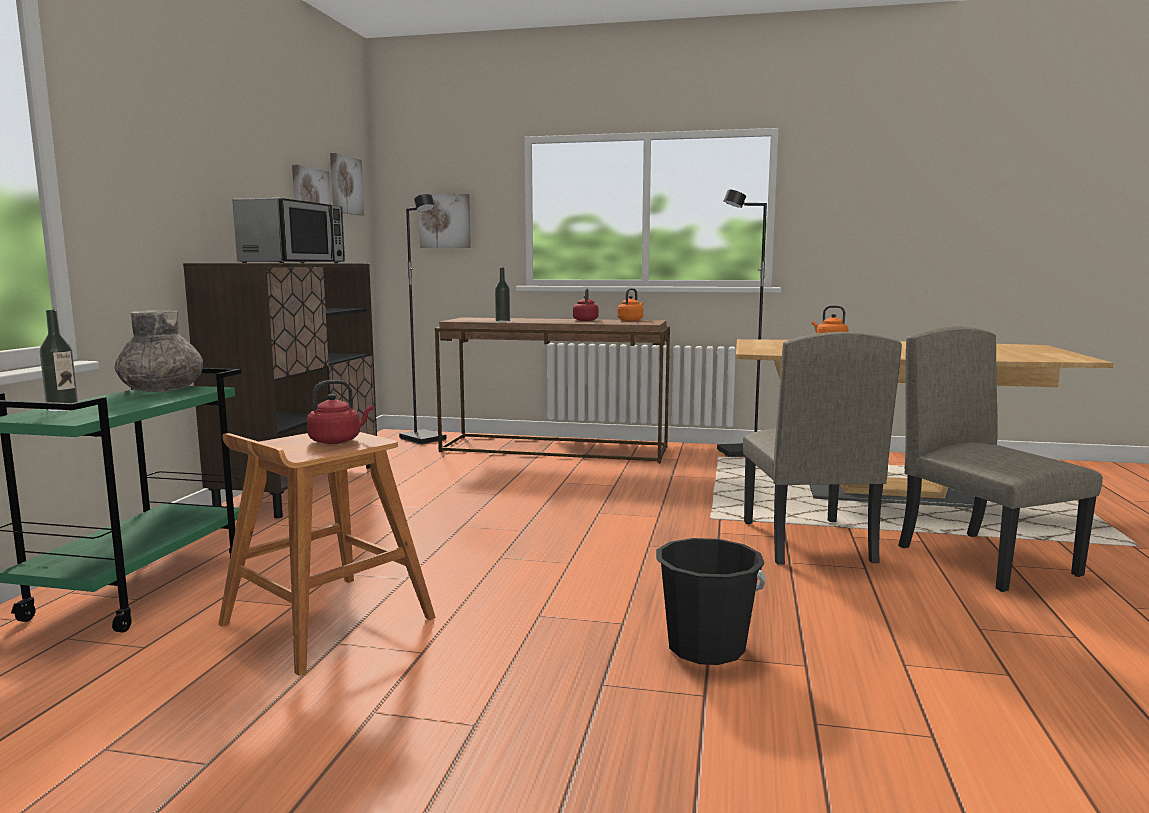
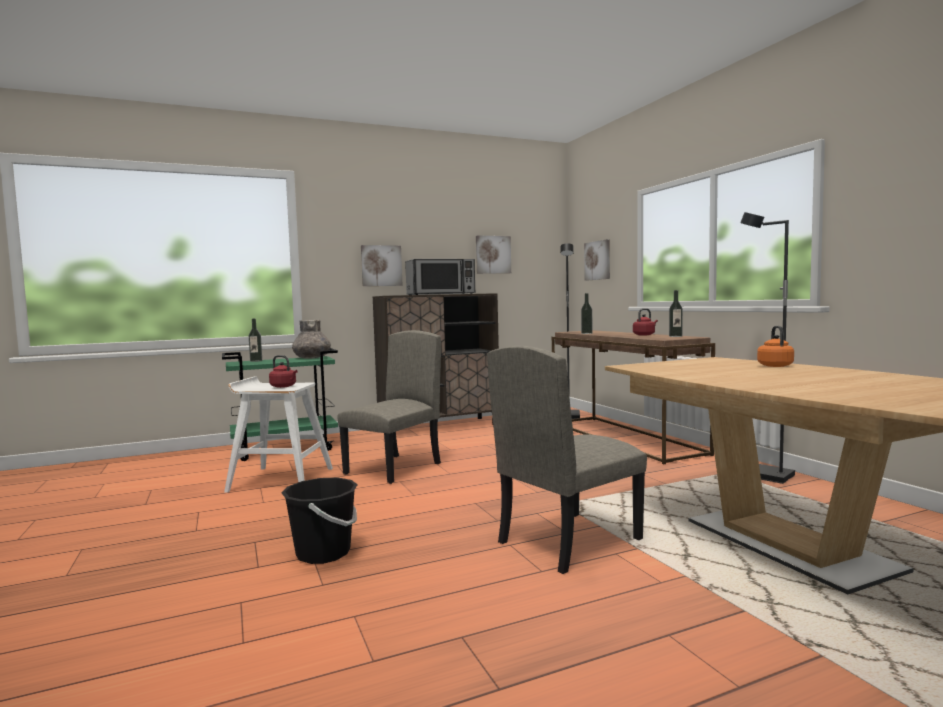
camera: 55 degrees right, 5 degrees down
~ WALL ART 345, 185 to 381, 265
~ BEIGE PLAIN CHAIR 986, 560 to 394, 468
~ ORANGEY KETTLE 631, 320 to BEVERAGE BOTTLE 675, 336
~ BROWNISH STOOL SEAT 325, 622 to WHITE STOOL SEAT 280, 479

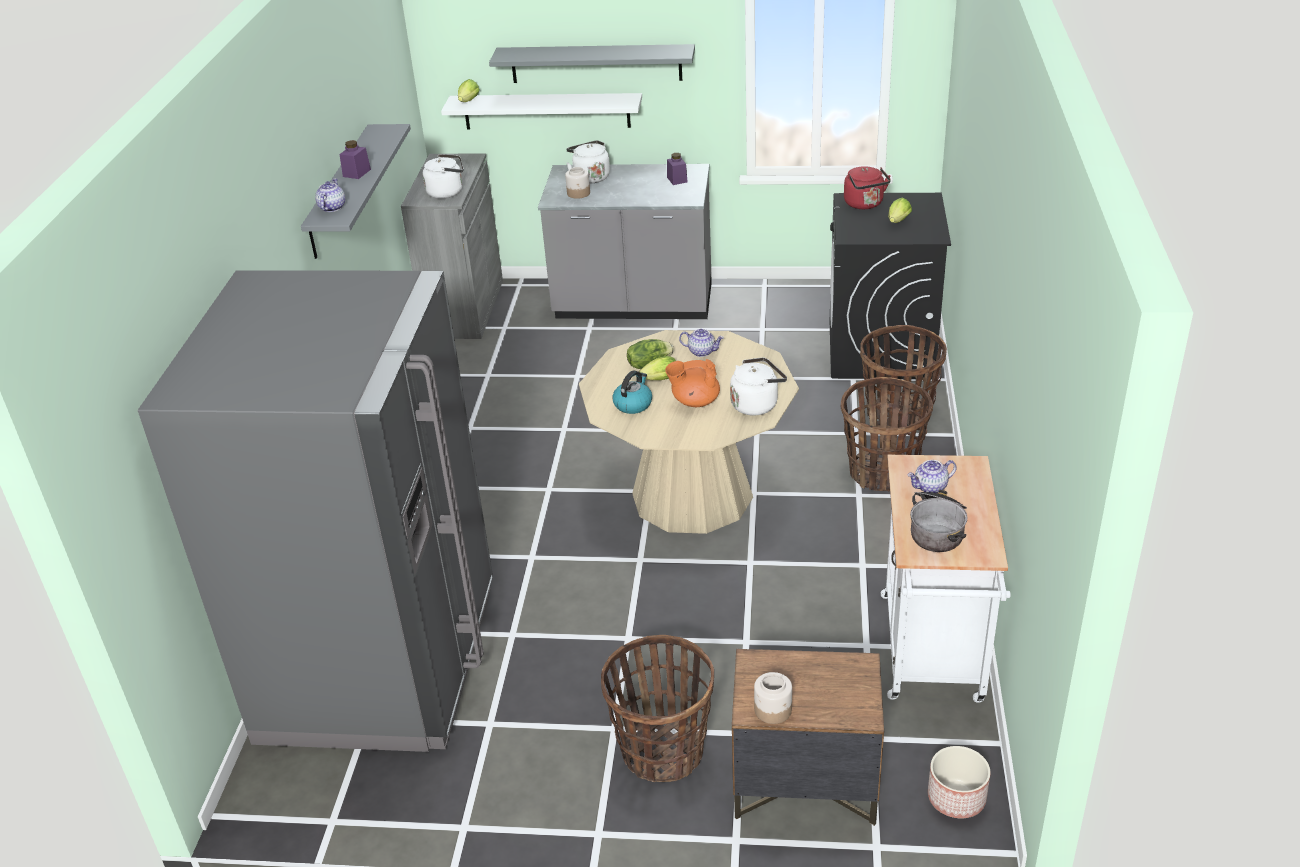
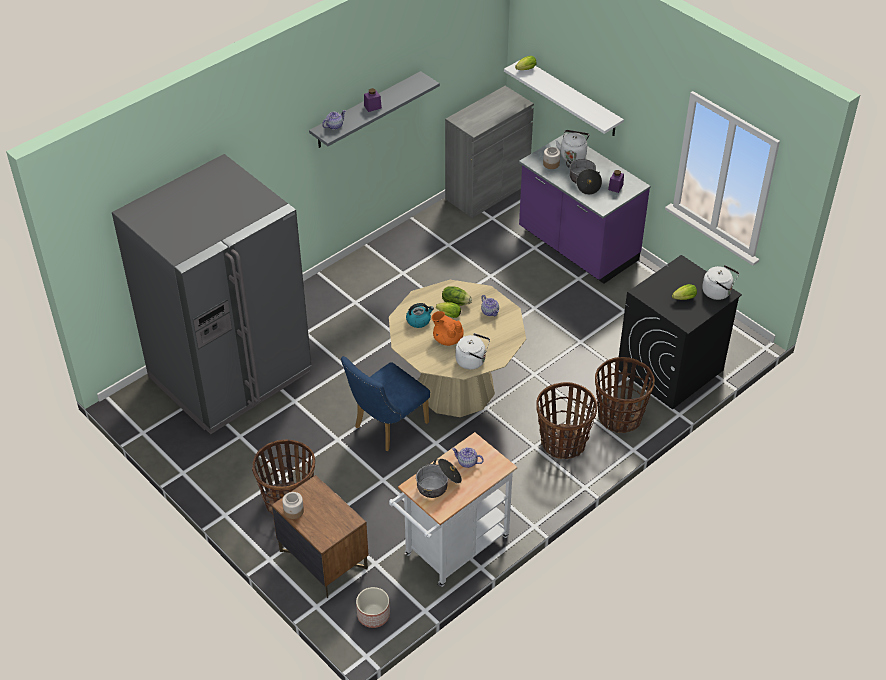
camera: 40 degrees right, 10 degrees up
- GREY BRACKET SHELF 596, 63
- REDDISH KETTLE 865, 204
+ BLUE-COLOURED PLAIN CHAIR 386, 427
+ STOCKPOT 584, 182
~ WHITE KETTLE 447, 192 to 718, 292
~ GREY KITCHEN BASE UNIT 633, 304 to PURPLE-COLOURED KITCHEN BASE UNIT 577, 247

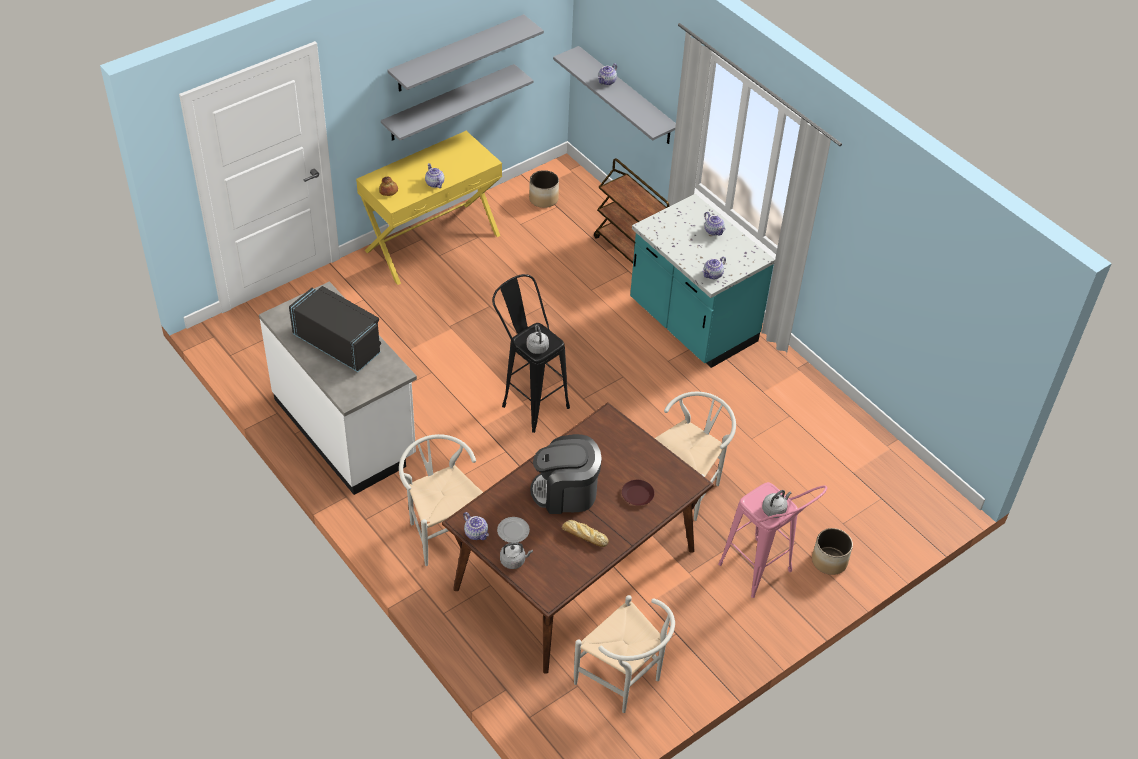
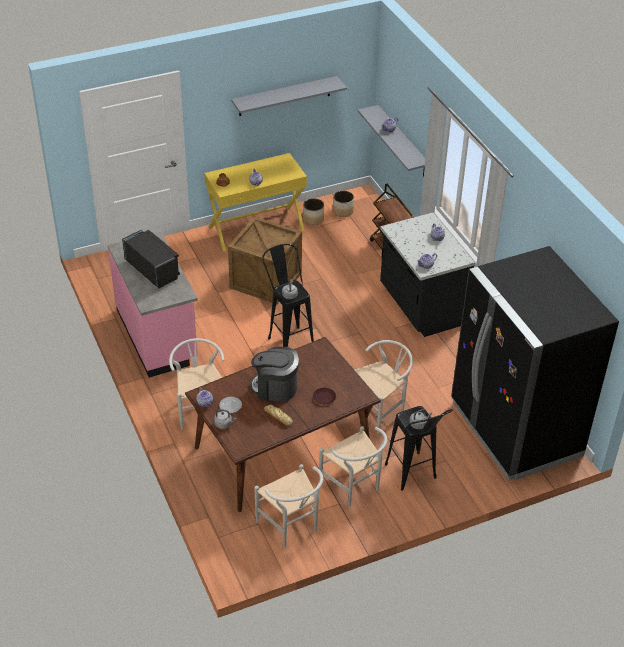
camera: 15 degrees right, 5 degrees down
- GREY BRACKET SHELF 449, 103
+ PACKING CRATE 266, 281
+ WHITE PLAIN CHAIR 354, 488
+ BLACKISH FRIDGE 515, 429
~ PLANTER 829, 561 to 313, 219
~ WHITE KITCHEN BASE UNIT 346, 428 to PINK KITCHEN BASE UNIT 157, 335
~ TURQUOISE KITCHEN BASE UNIT 691, 324 to BLACKISH KITCHEN BASE UNIT 420, 306
~ PINK STOOL SEAT 762, 575 to BLACKISH STOOL SEAT 414, 477

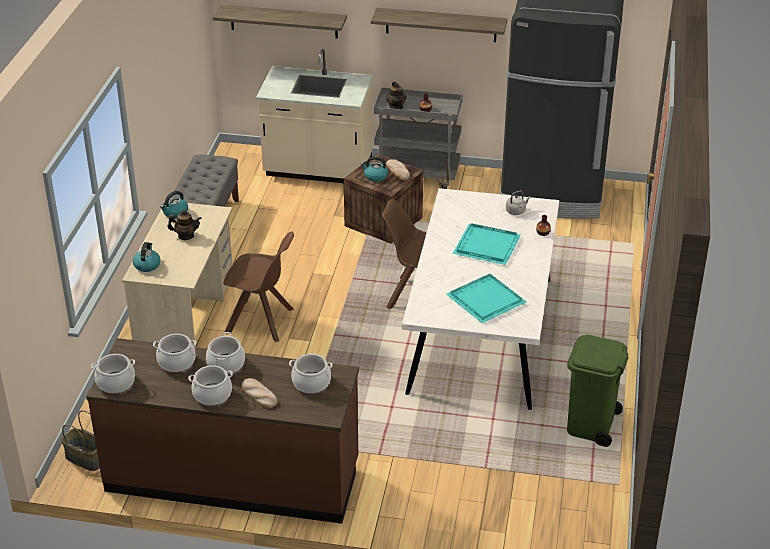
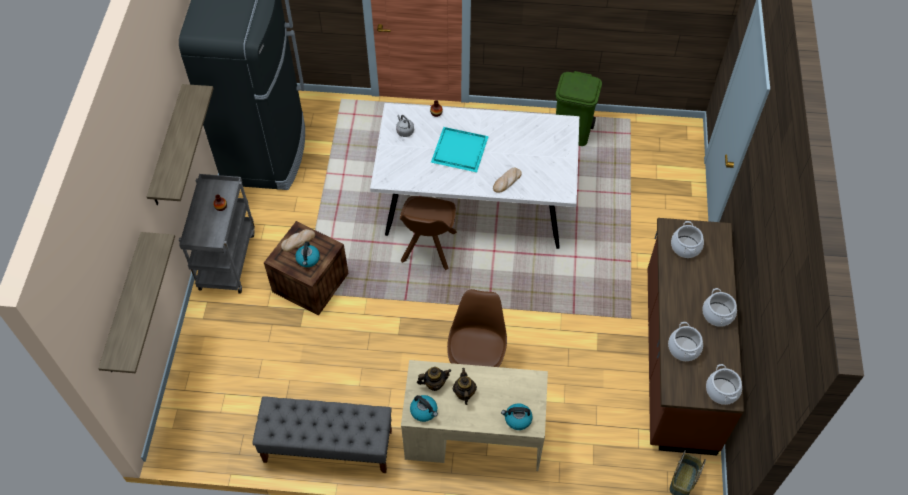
camera: 95 degrees left, 20 degrees up
- STOCKPOT 226, 364
- BEIGE KITCHEN BASE UNIT 318, 171
- TURQUOISE TRAY 485, 301
~ BAKERY BREAD 258, 395 to 507, 181
~ TEAPOT 396, 107 to 434, 383

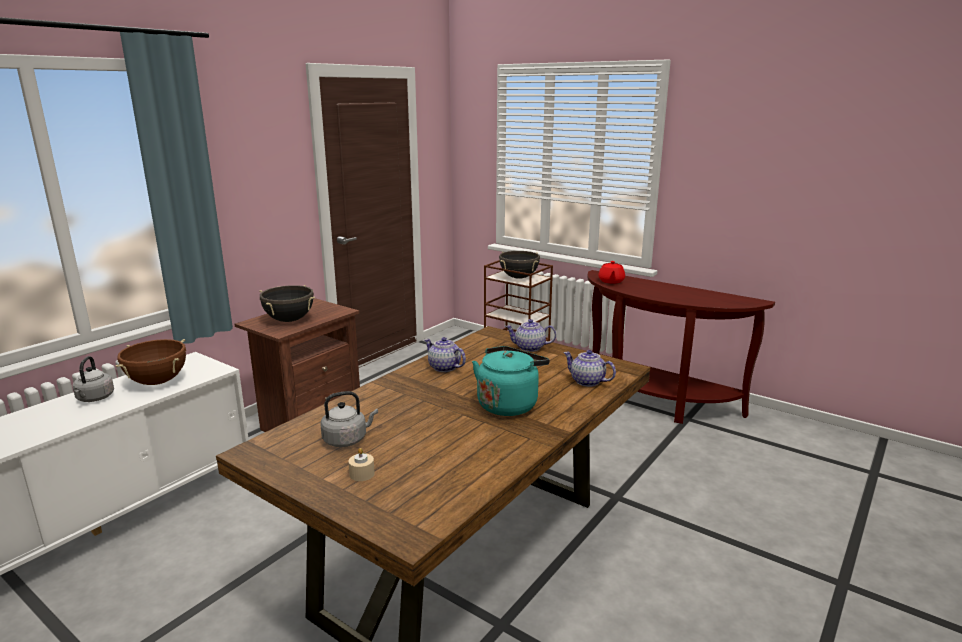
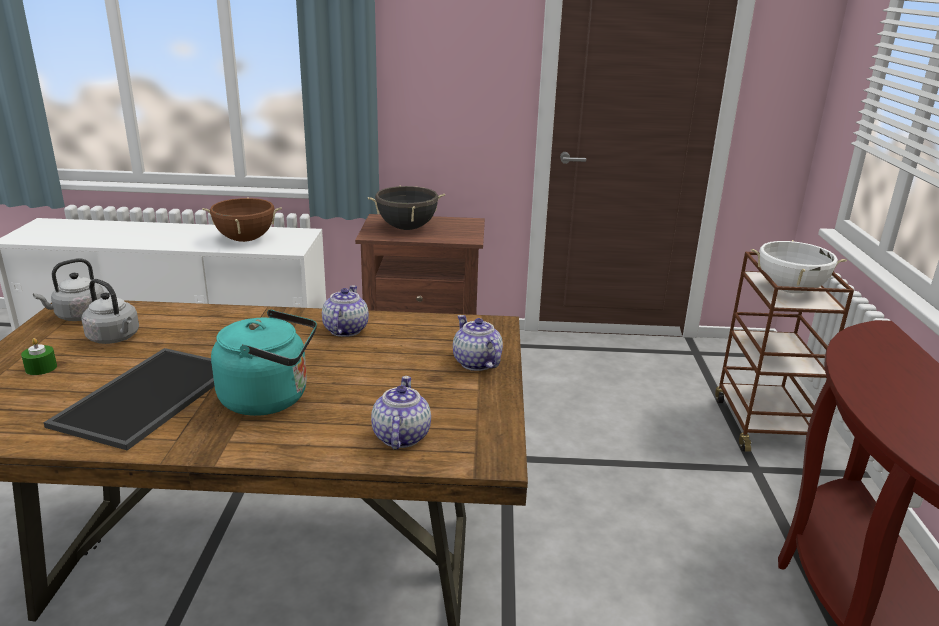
camera: 55 degrees right, 5 degrees up
- REDDISH TEAPOT 611, 281
+ TRAY 149, 397
~ GREY KETTLE 94, 398 to 78, 316
~ BEIGE WAX LIGHT 362, 474 to GREENISH WAX LIGHT 41, 368
~ BLACKISH STOCKPOT 518, 277 to WHITE STOCKPOT 789, 290

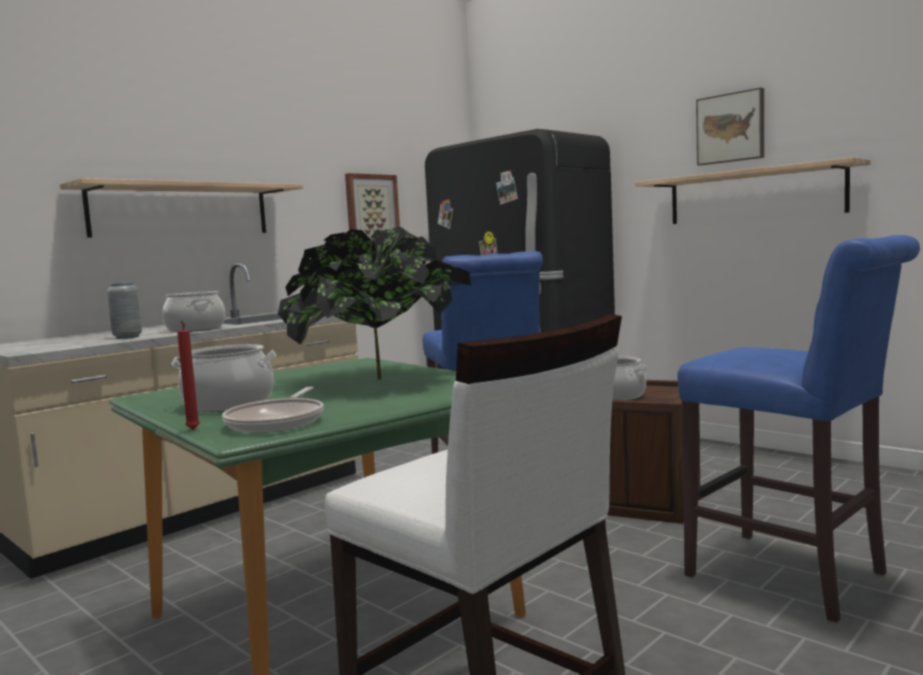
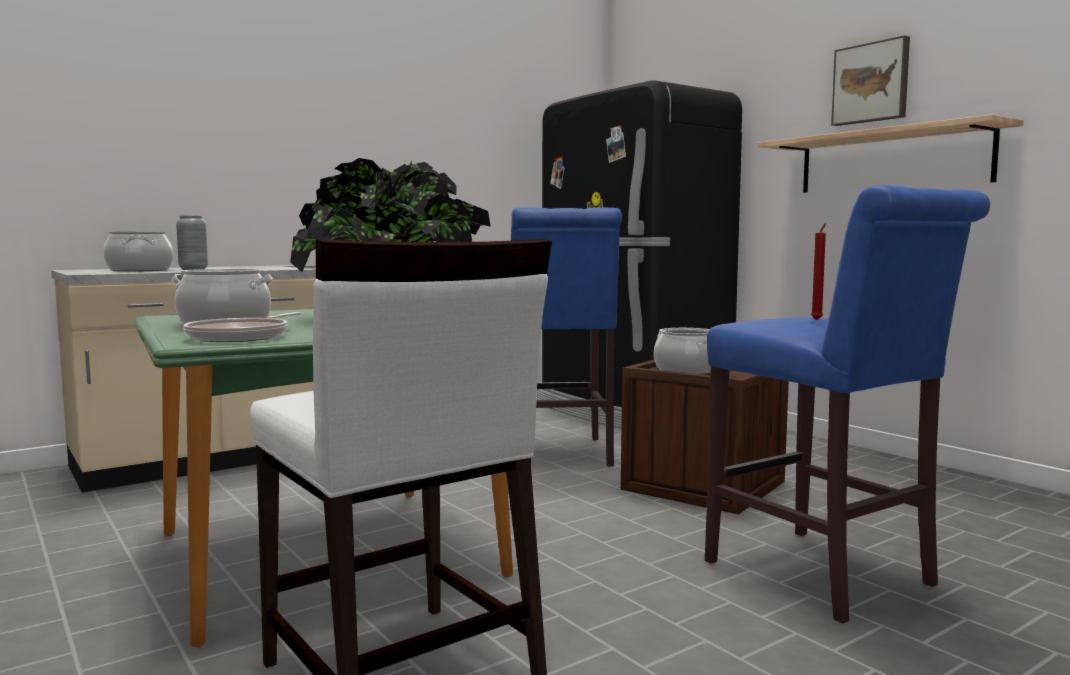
camera: 10 degrees right, 0 degrees up
- BRACKET SHELF 181, 210
- WALL ART 372, 211
~ STOCKPOT 196, 329 to 140, 270
~ REDDISH WAX LIGHT 192, 430 to 817, 320

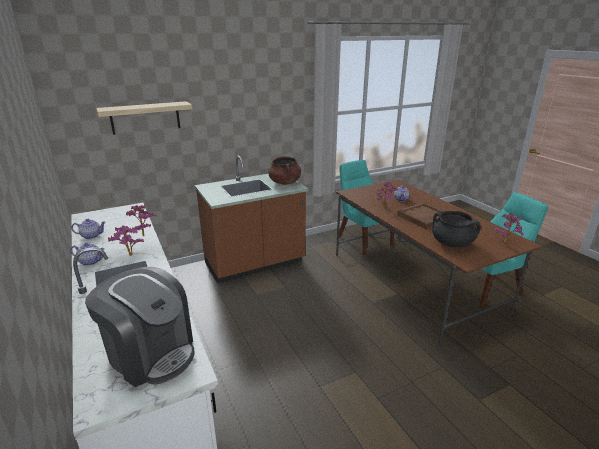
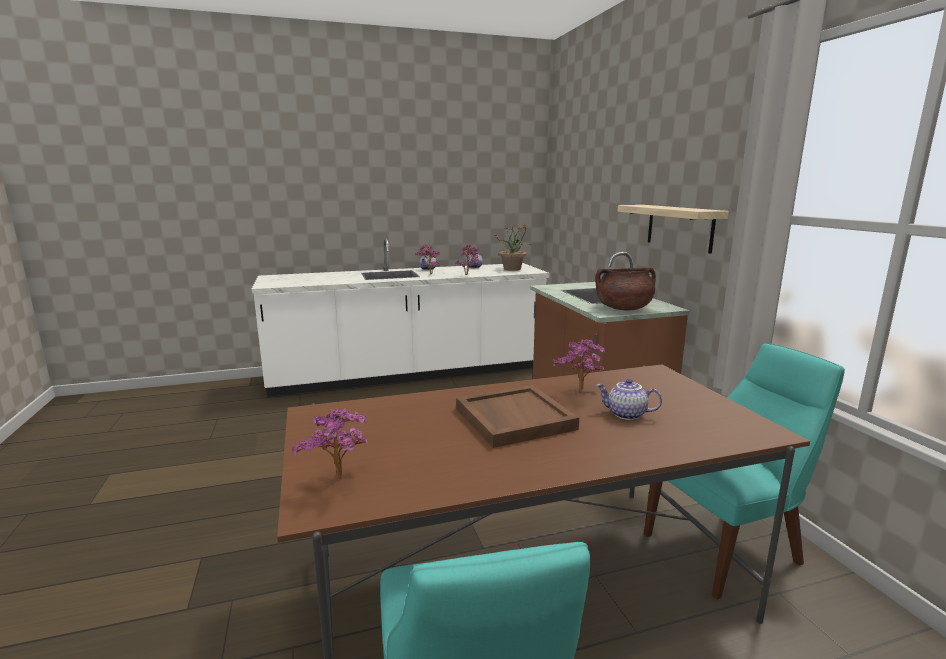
camera: 100 degrees right, 10 degrees down
- COFFEE BREWER 151, 353
- BLACKISH STOCKPOT 452, 243
+ PLANT IN A POT 512, 269
~ BRACKET SHELF 145, 117 to 679, 227

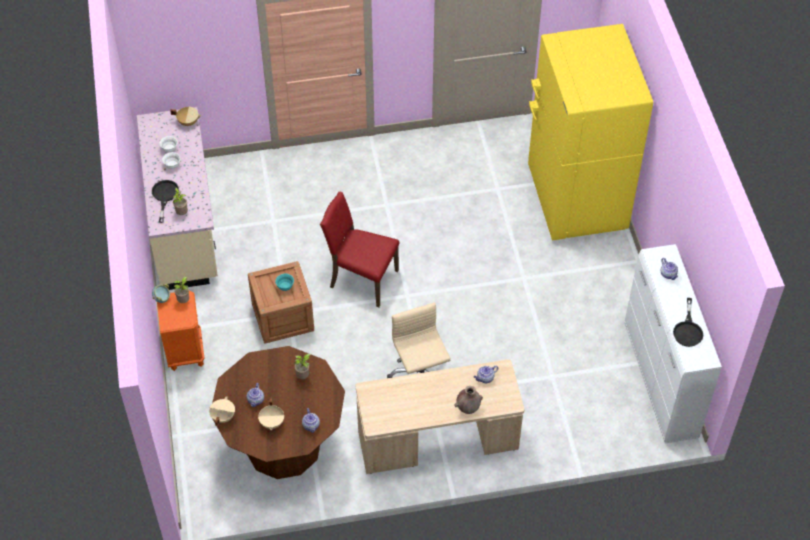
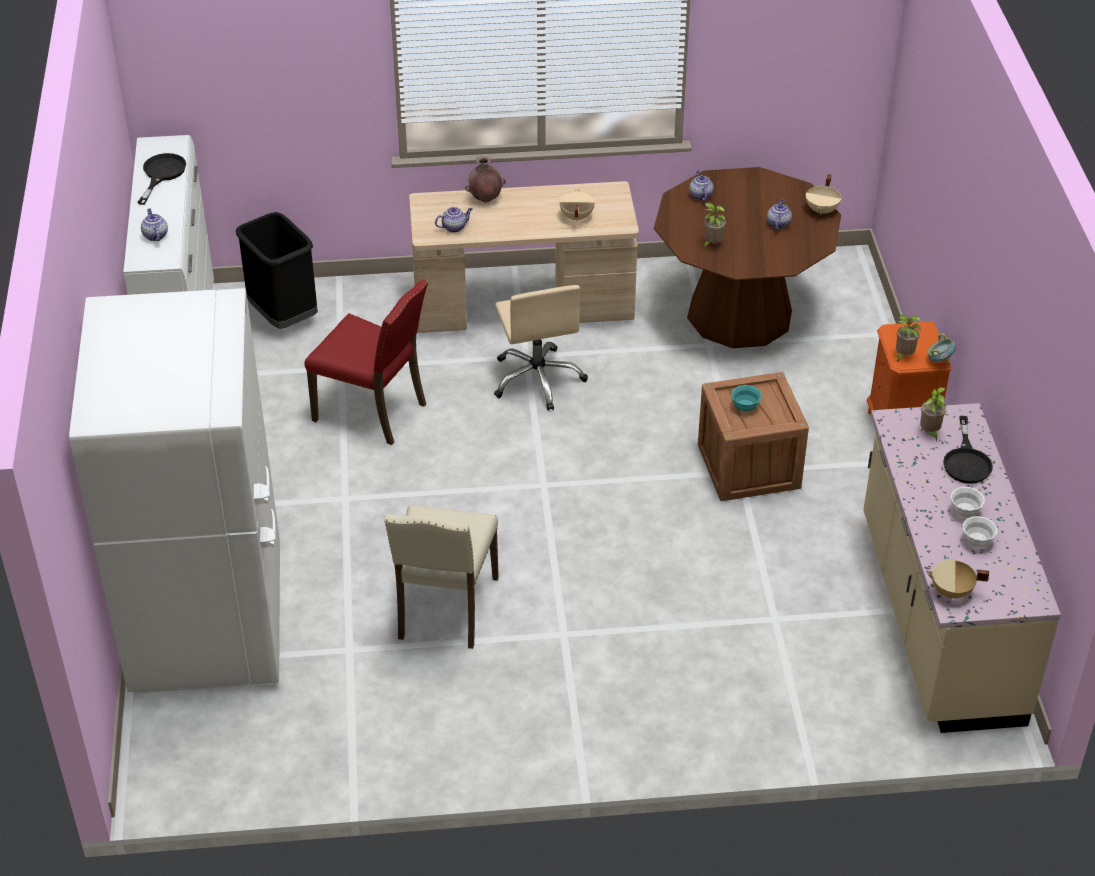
camera: 175 degrees left, 10 degrees down
+ BLACKISH TRASH CAN 282, 316
+ BEIGE PLAIN CHAIR 445, 609
~ BEIGE STOCKPOT 272, 422 to 576, 217
~ REDDISH PLAIN CHAIR 362, 279 to 373, 411
~ YELLOW-COLOURED FRIDGE 576, 199 to WHITE FRIDGE 209, 621

